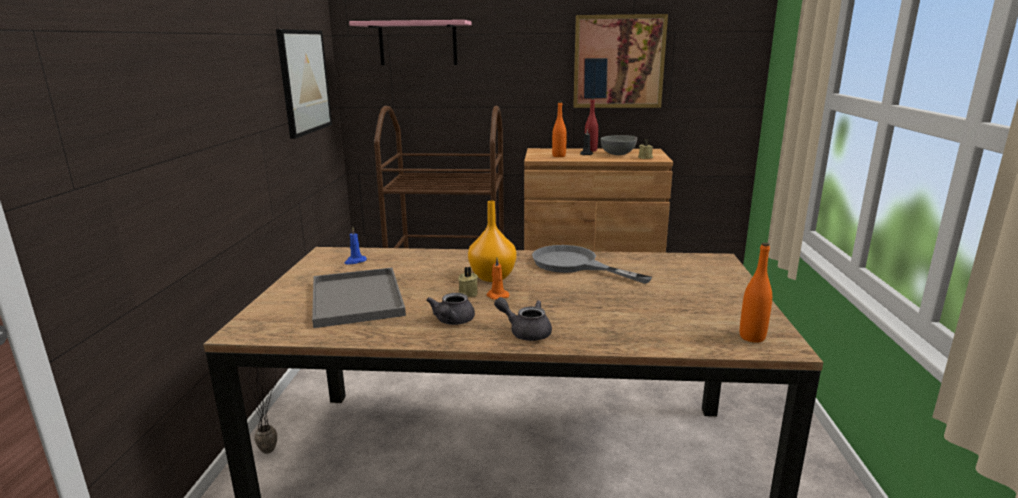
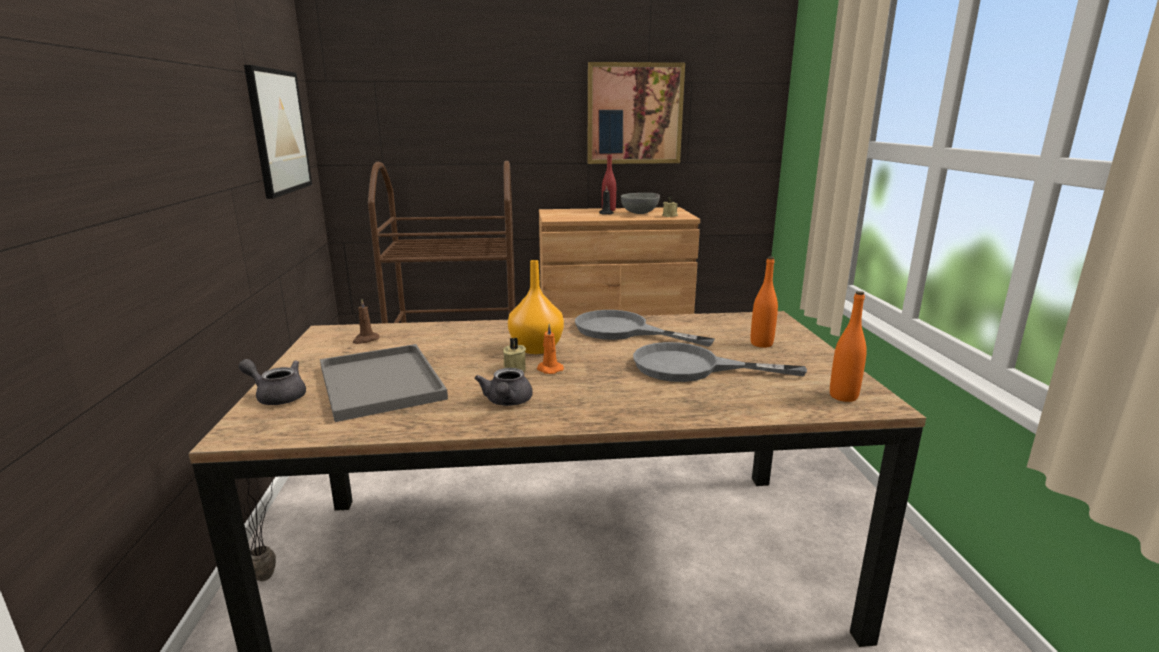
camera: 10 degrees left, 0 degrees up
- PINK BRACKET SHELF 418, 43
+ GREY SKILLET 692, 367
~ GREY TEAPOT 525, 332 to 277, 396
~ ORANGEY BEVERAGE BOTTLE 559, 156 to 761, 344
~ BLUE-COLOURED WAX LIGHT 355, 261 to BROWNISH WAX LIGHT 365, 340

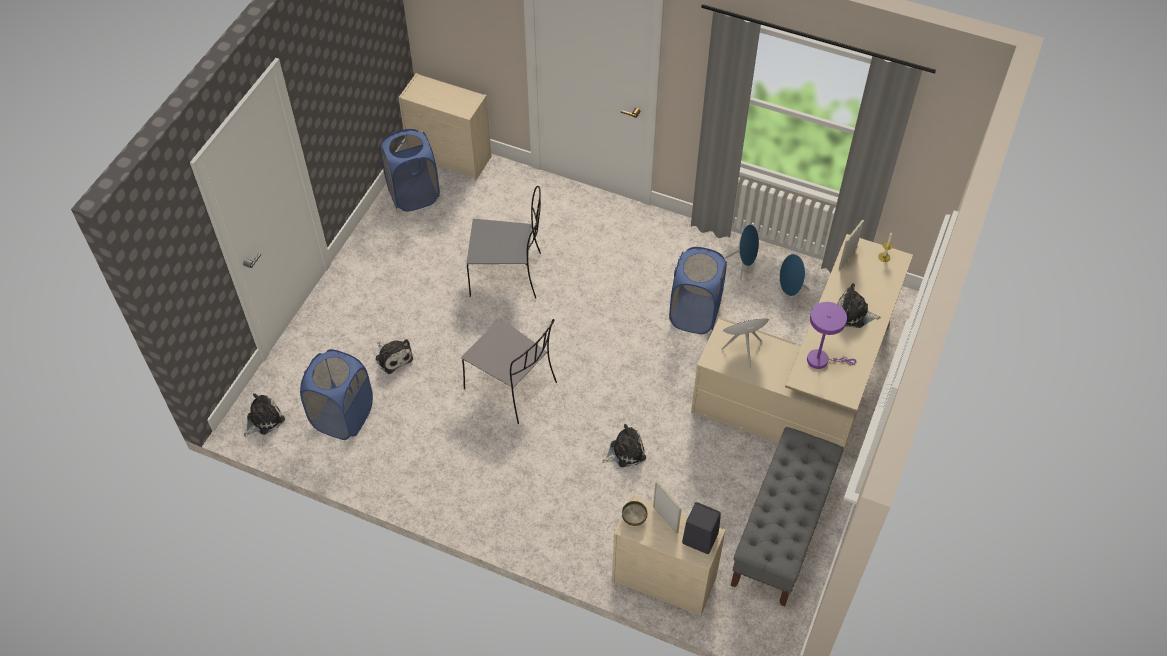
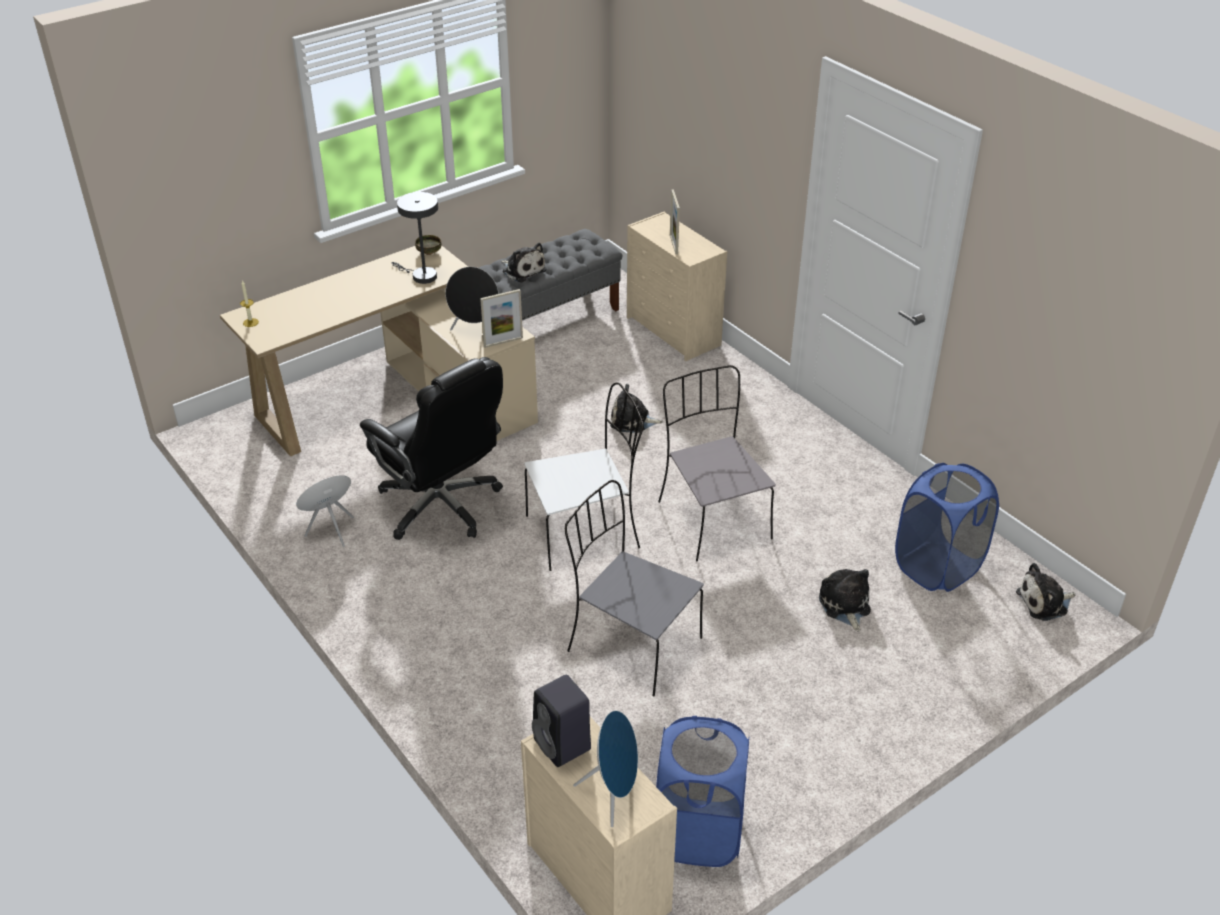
camera: 150 degrees left, 15 degrees down
+ WHITE PLAIN CHAIR 585, 531
~ DEEP DISH 634, 517 to 428, 252
~ BLACKISH AUDIO SPEAKER 698, 538 to 564, 745
~ BLUE-COLOURED AUDIO SPEAKER 790, 295 to 613, 794
~ CUDDLY TOY 853, 314 to 522, 270
~ PICTURE FRAME 847, 259 to 503, 342
~ BLUE-COLOURED WASHING BASKET 694, 313 to BLACKISH OFFICE CHAIR 441, 505
~ PURPLE-COLOURED TABLETOP LAMP 821, 360 to GREY TABLETOP LAMP 420, 276

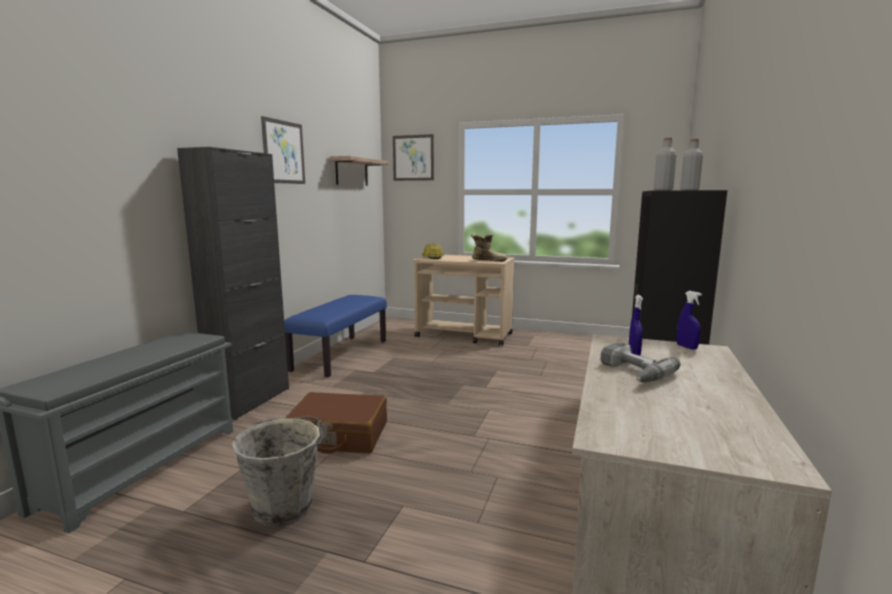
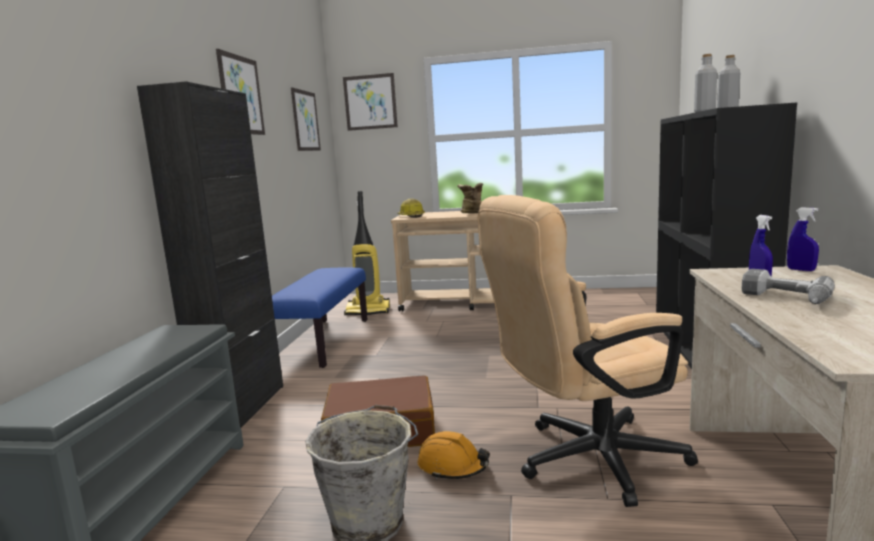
camera: 10 degrees left, 0 degrees up
+ HOOVER 368, 311
+ ORANGEY WORK HELMET 452, 467
+ BEIGE OFFICE CHAIR 585, 460
~ BRACKET SHELF 351, 172 to WALL ART 305, 121

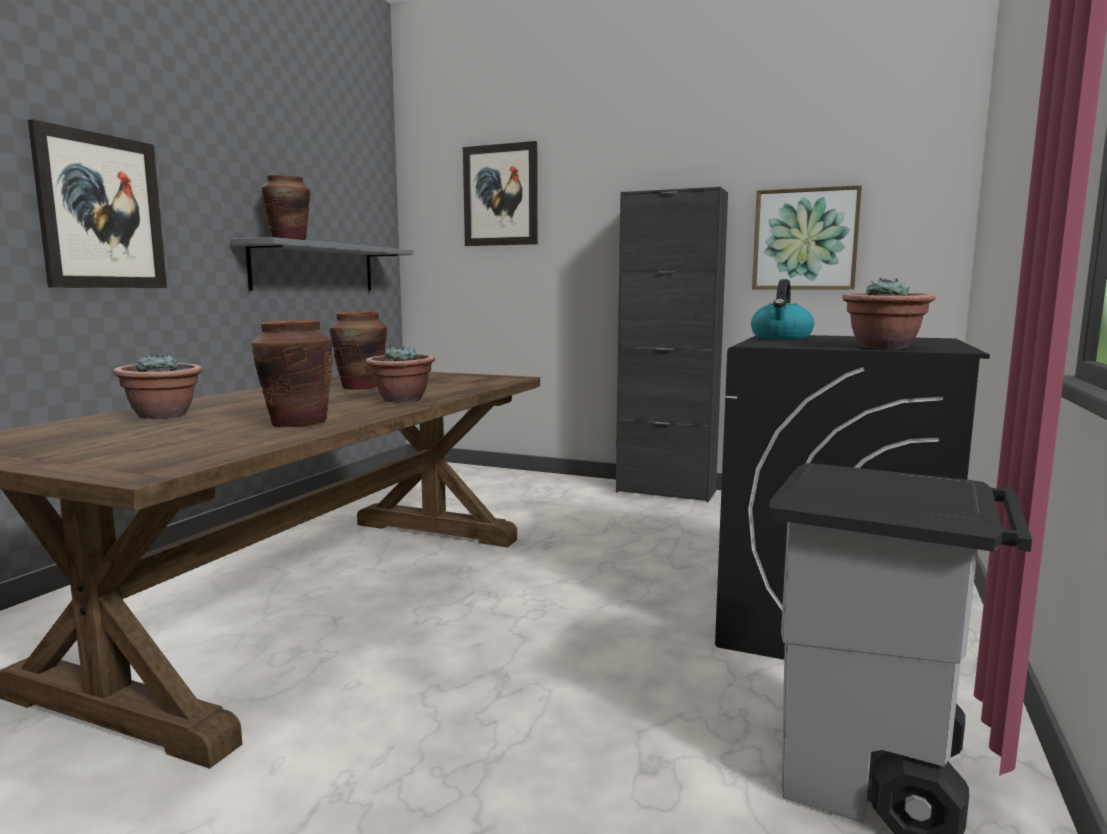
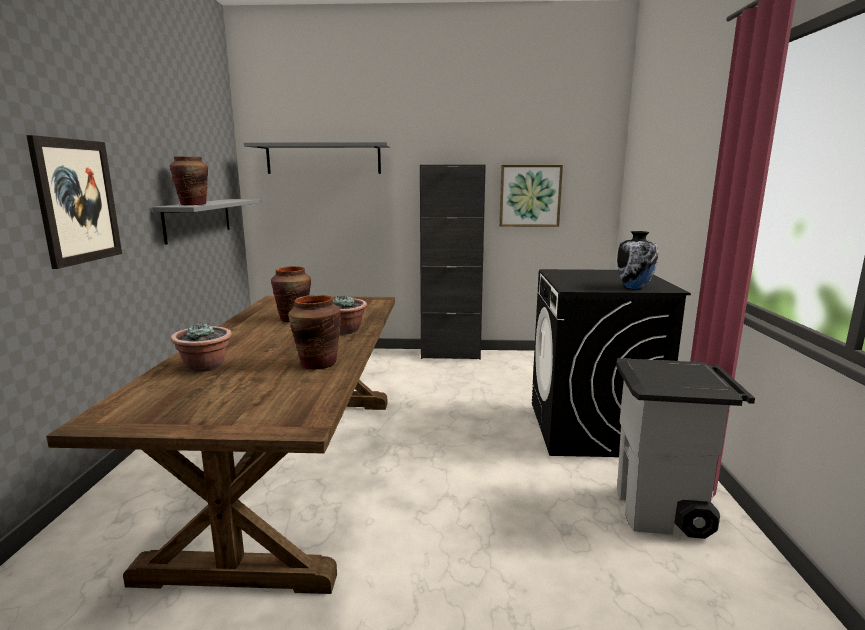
camera: 20 degrees left, 5 degrees up
- KETTLE 781, 338
~ WALL ART 501, 195 to GREY BRACKET SHELF 323, 159
~ PLANT IN A POT 884, 347 to DECORATIVE VASE 634, 287

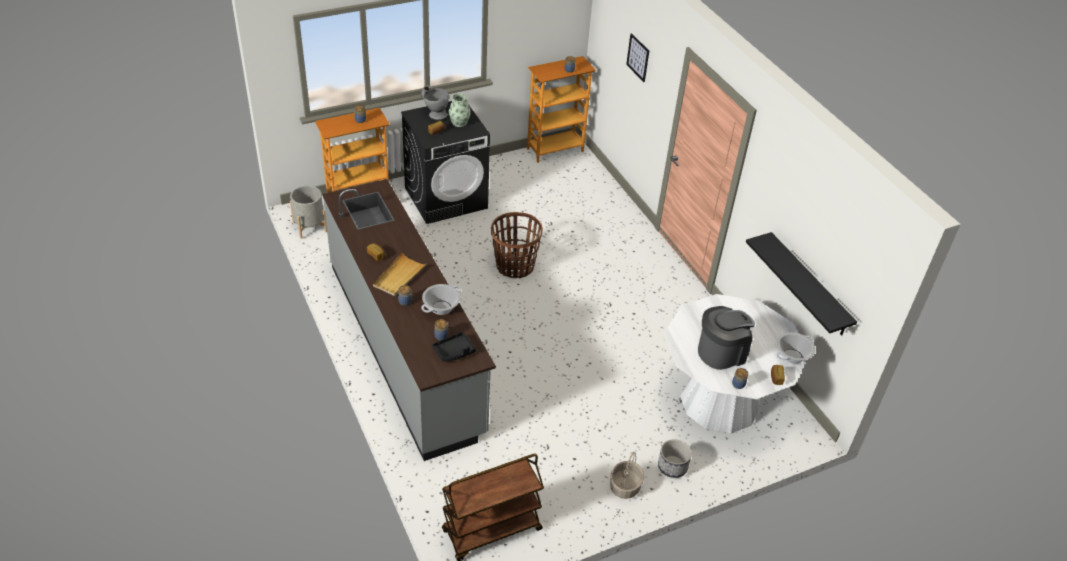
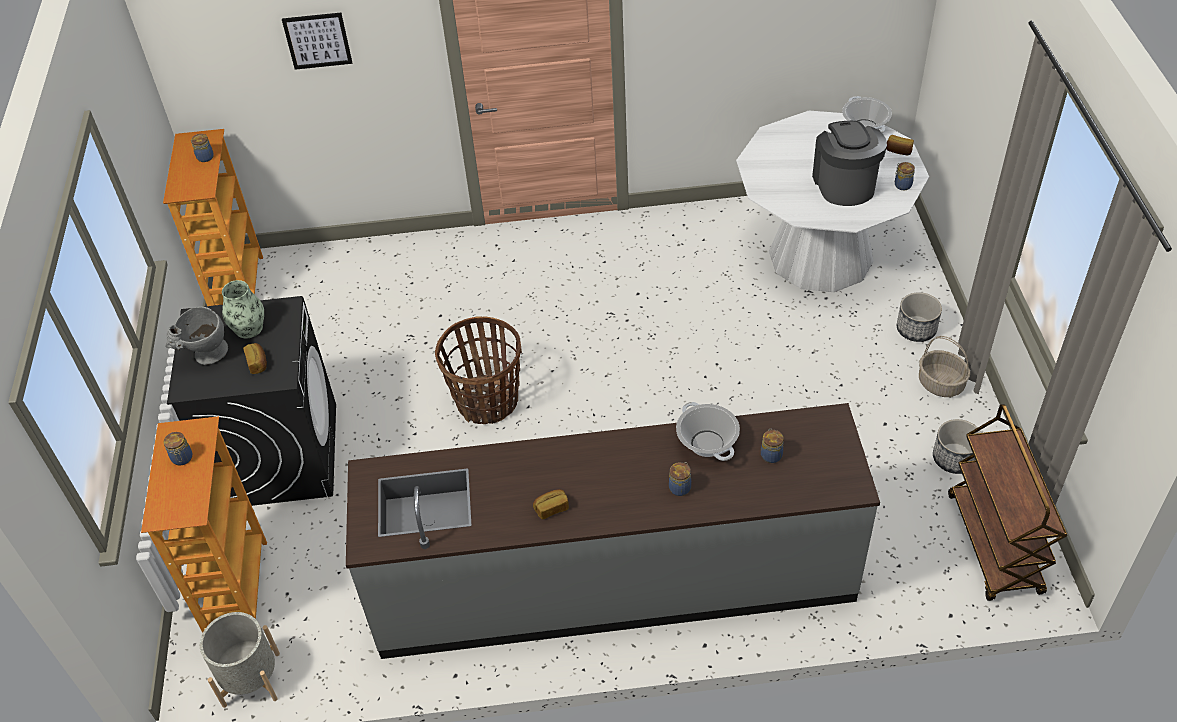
camera: 65 degrees left, 5 degrees up
- BEIGE TRAY 399, 276
- BLACKISH TRAY 454, 352
- BLACKISH BRACKET SHELF 809, 285
+ PLANTER 954, 458

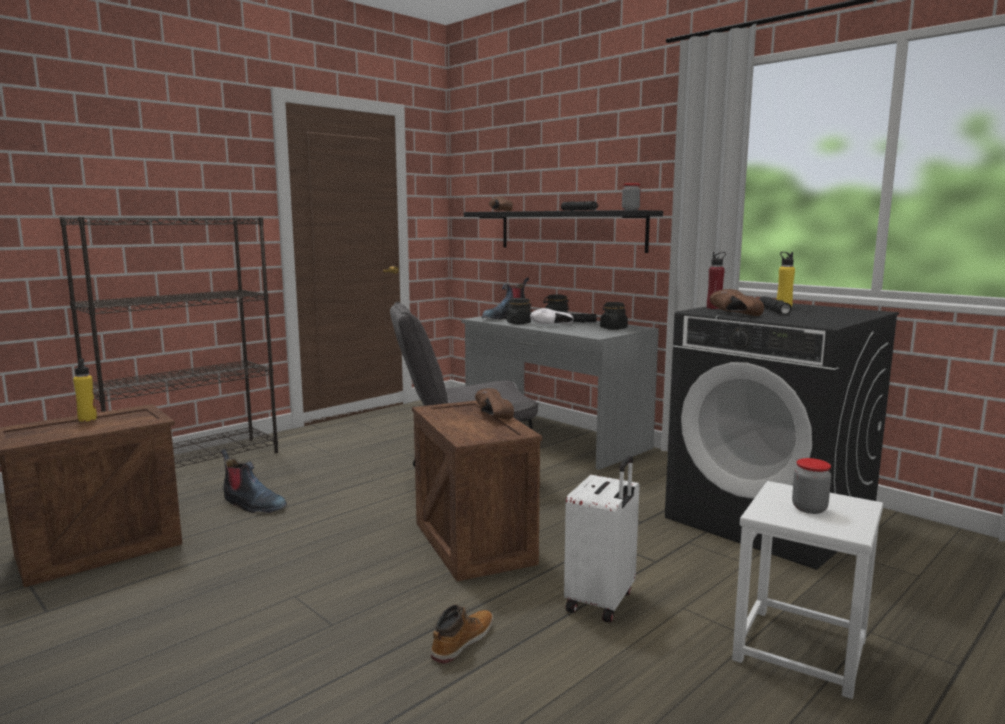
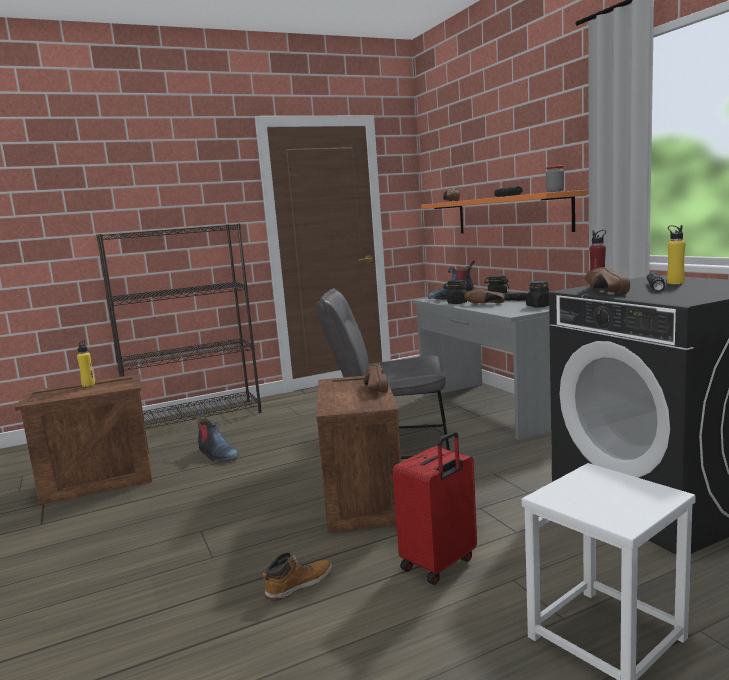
camera: 20 degrees right, 0 degrees up
- PRESERVE JAR 809, 508
~ BLACKISH BRACKET SHELF 570, 230 to ORANGEY BRACKET SHELF 510, 214
~ WHITE SHOE 553, 325 to BROWNISH SHOE 485, 304
~ WHITE PIECE OF LUGGAGE 602, 601 to REDDISH PIECE OF LUGGAGE 439, 564

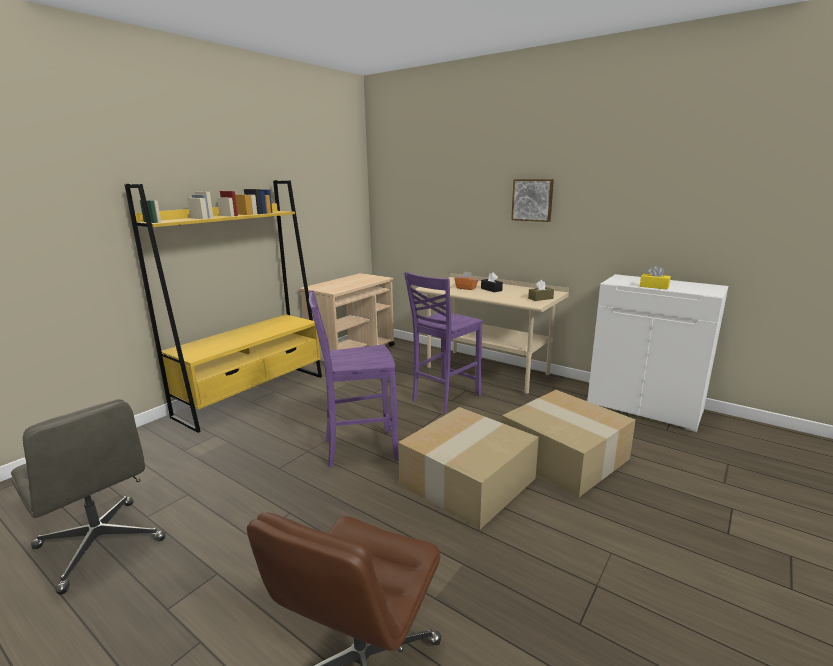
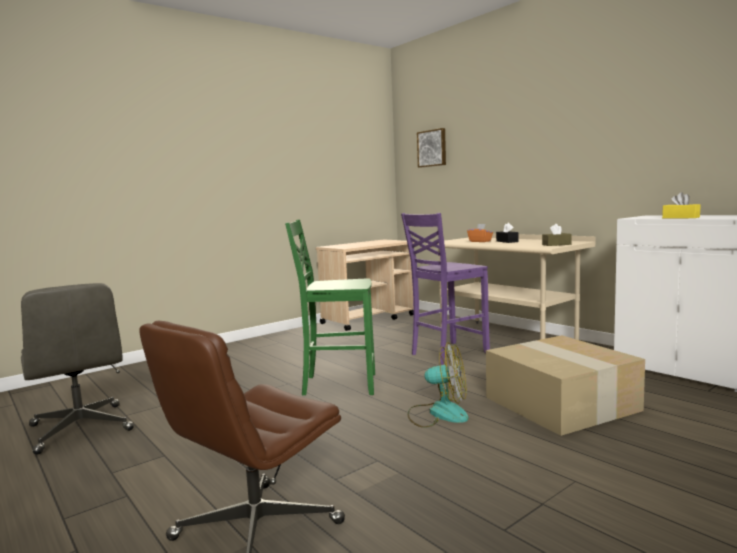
camera: 15 degrees right, 10 degrees down
- YELLOW-COLOURED BOOKSHELF 253, 395
~ WALL ART 532, 200 to 432, 148
~ CARTON 467, 480 to COOLING FAN 438, 413
~ PURPLE-COLOURED PLAIN CHAIR 358, 448 to GREENISH PLAIN CHAIR 338, 384

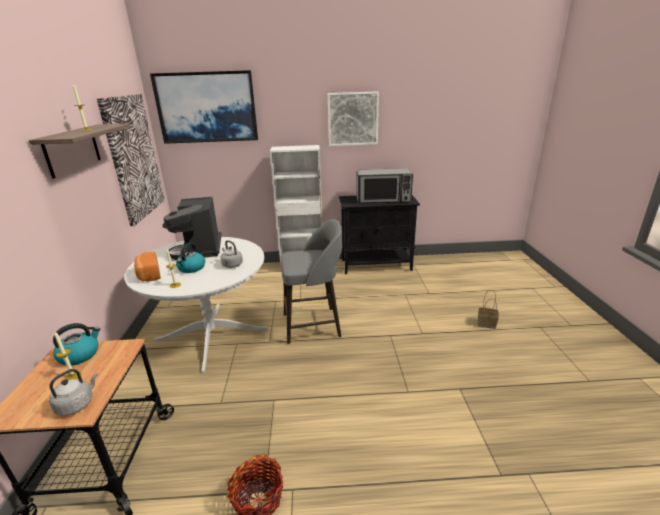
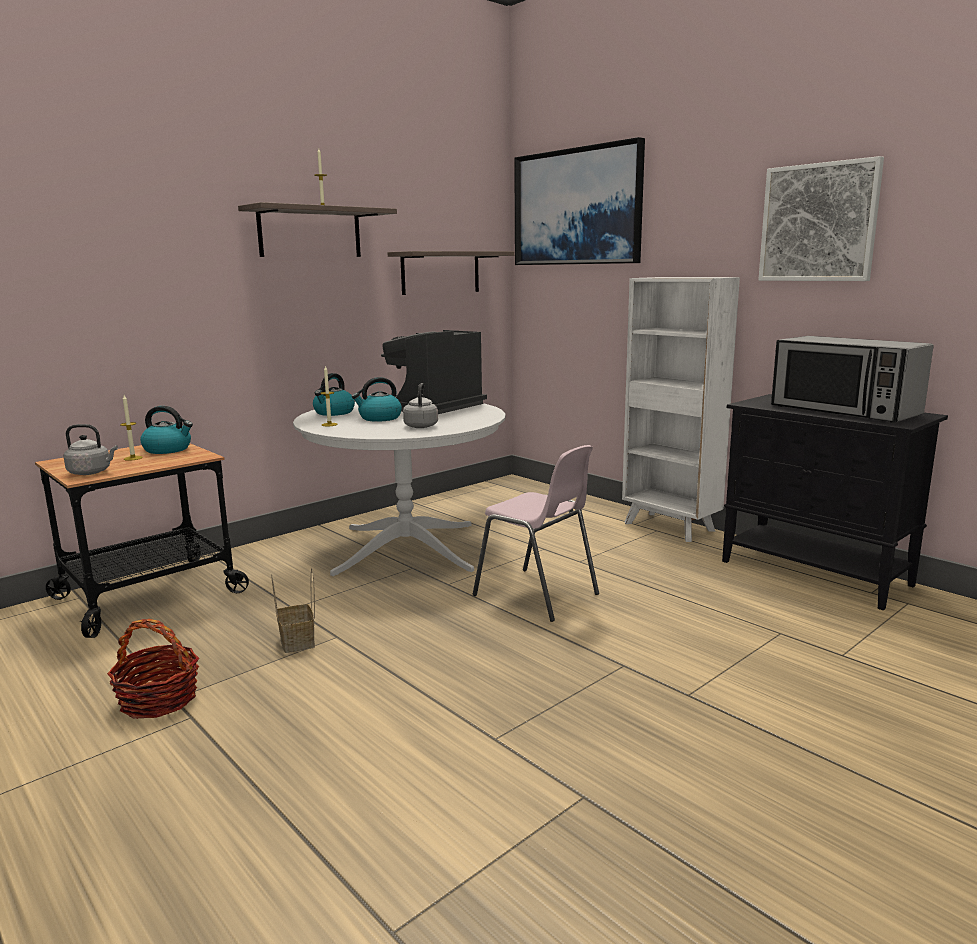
camera: 50 degrees right, 10 degrees down
~ BASKET 487, 323 to 298, 642
~ WALL ART 133, 157 to BRACKET SHELF 440, 272
~ BAKERY BREAD 148, 275 to KETTLE 334, 412
~ GREY STOOL SEAT 313, 325 to PINK PLAIN CHAIR 537, 595

